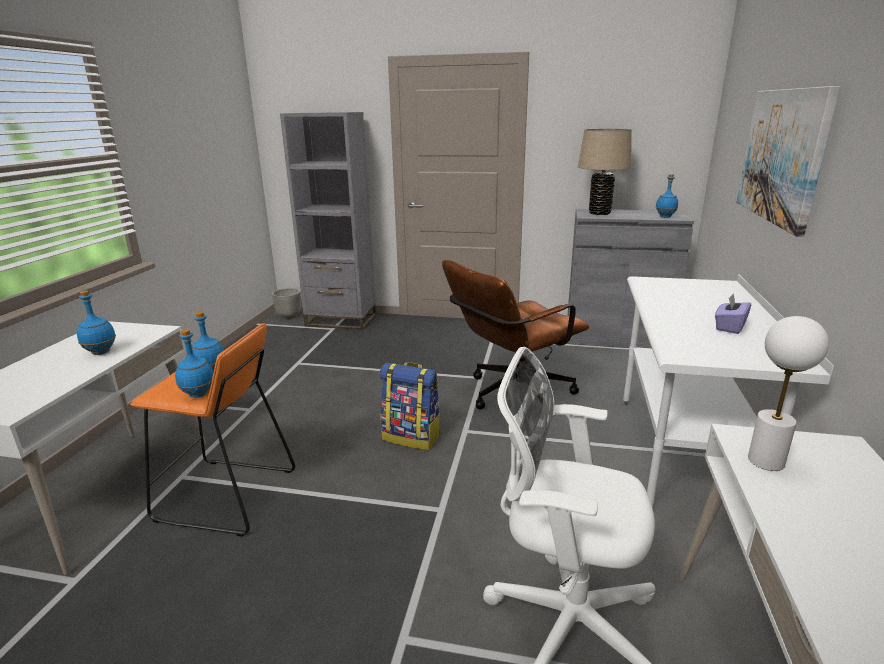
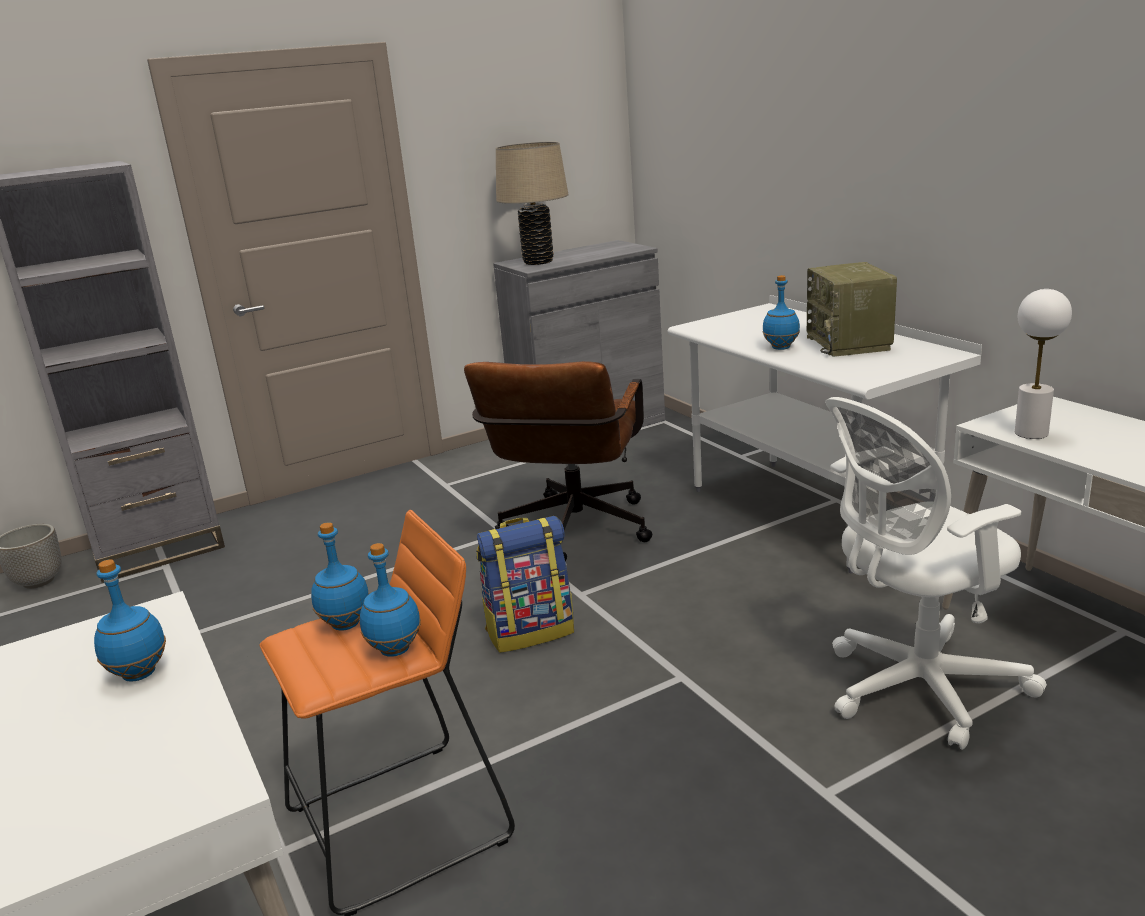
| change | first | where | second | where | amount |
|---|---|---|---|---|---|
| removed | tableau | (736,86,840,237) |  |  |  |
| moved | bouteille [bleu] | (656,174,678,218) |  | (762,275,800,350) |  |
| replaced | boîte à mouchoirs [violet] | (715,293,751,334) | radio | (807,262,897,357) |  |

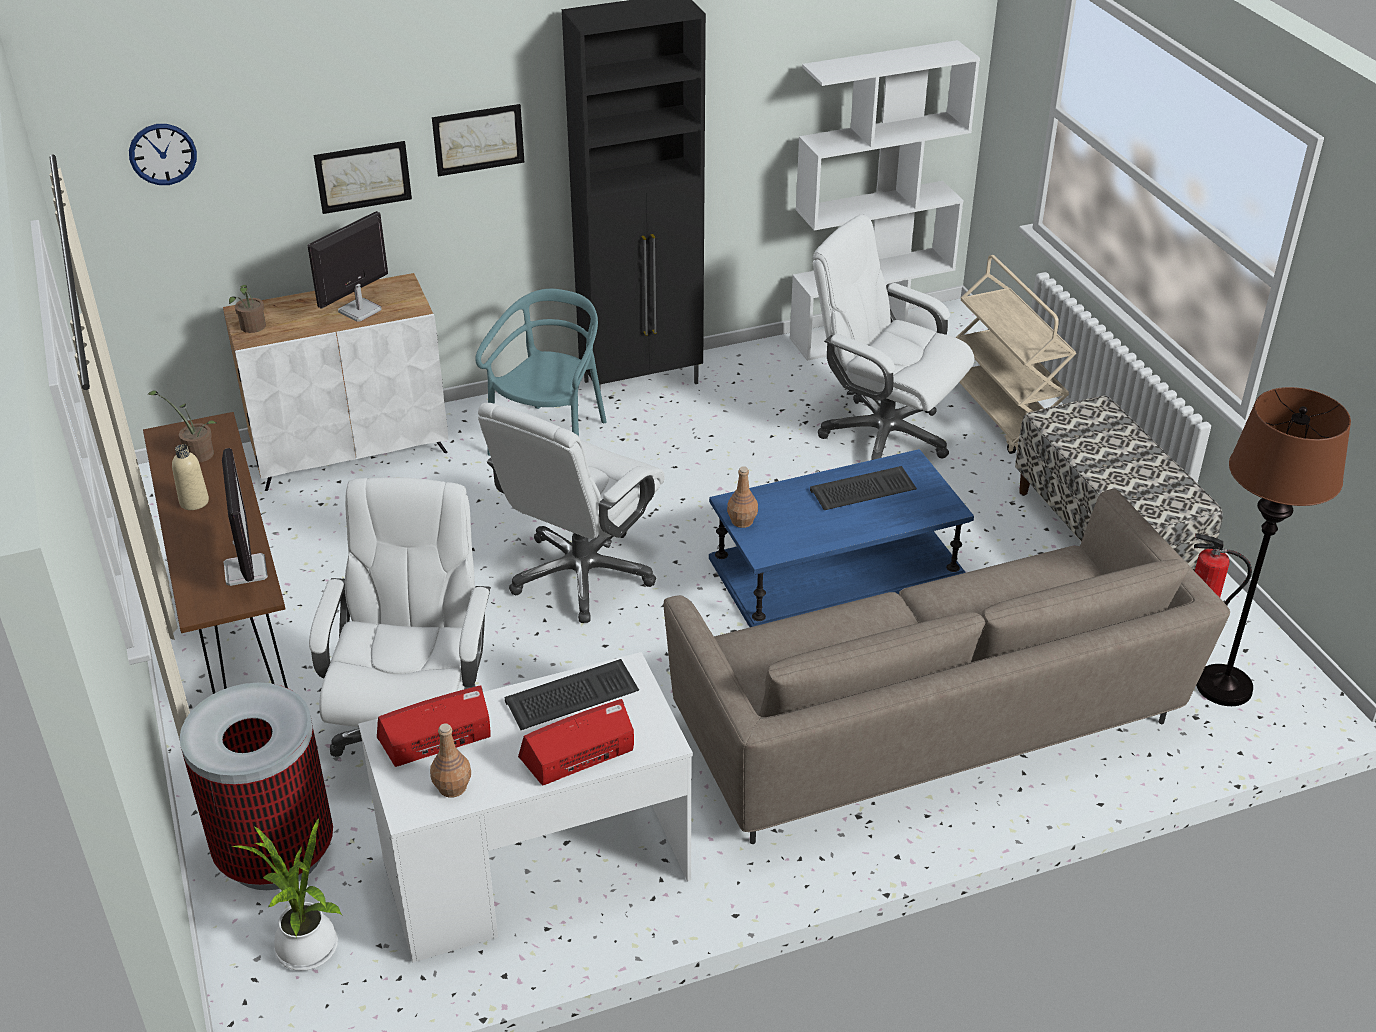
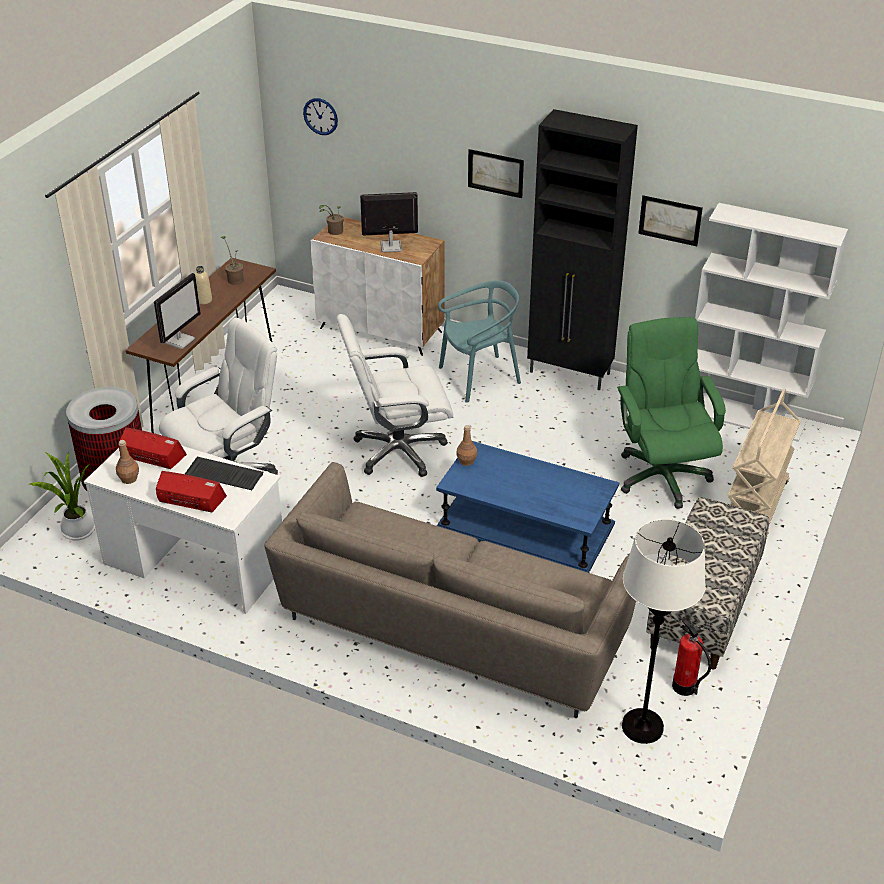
| change | first | where | second | where | amount |
|---|---|---|---|---|---|
| moved | tableau | (314,141,412,214) |  | (638,195,703,246) |  |
| recoloured | chaise de bureau [blanc] | (813,215,975,460) | chaise de bureau [vert] | (617,317,726,509) |  |
| recoloured | lampadaire [marron] | (1196,387,1351,706) | lampadaire [blanc] | (622,519,706,744) |  |
| removed | clavier | (810,466,917,510) |  |  |  |

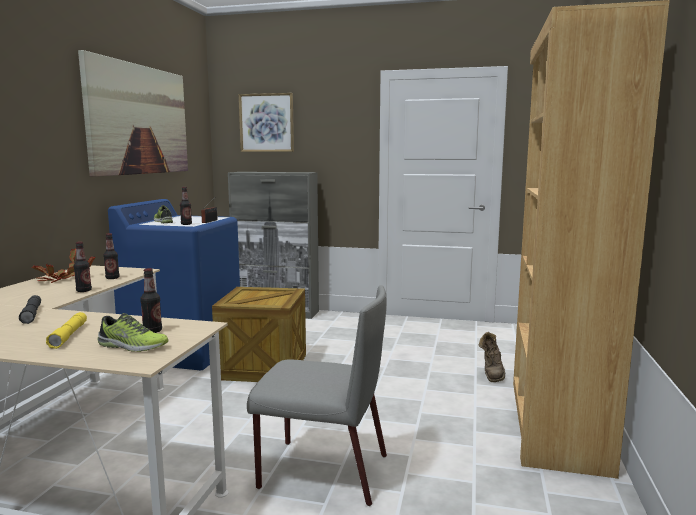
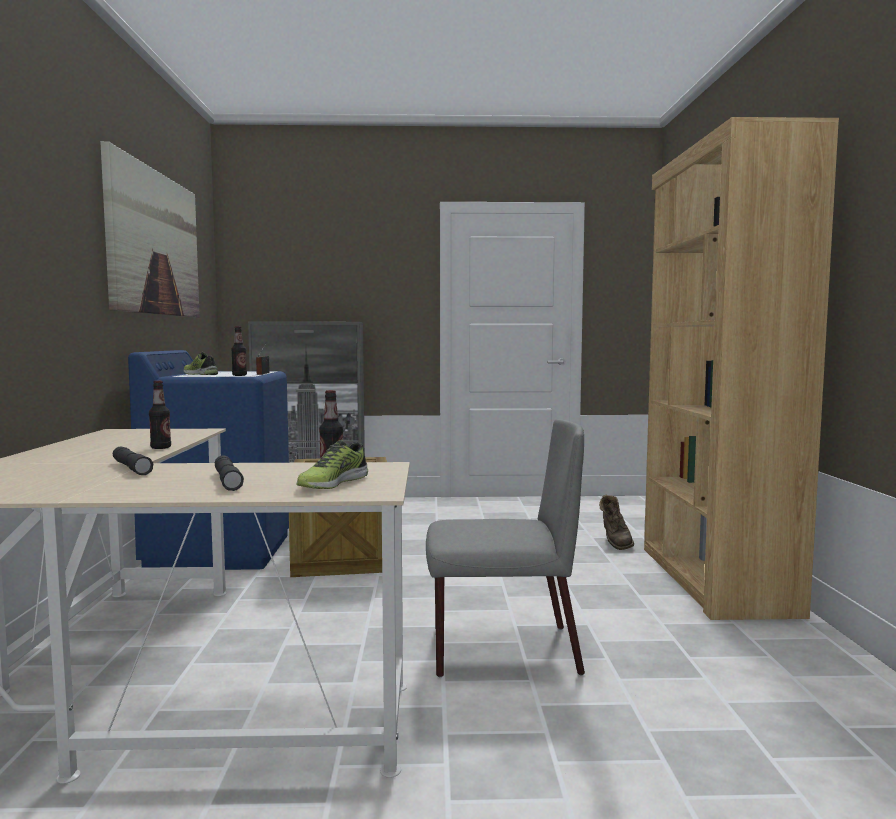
| change | first | where | second | where | amount |
|---|---|---|---|---|---|
| removed | tableau | (238,93,294,152) |  |  |  |
| removed | bouteille | (103,234,120,279) |  |  |  |
| removed | plante en pot | (32,249,95,283) |  |  |  |
| recoloured | lampe de poche [jaune] | (46,312,87,349) | lampe de poche [gris] | (215,455,244,491) |  |
| turned | chaussure | (97,313,169,352) |  | (296,440,368,489) | 120 degrees clockwise |

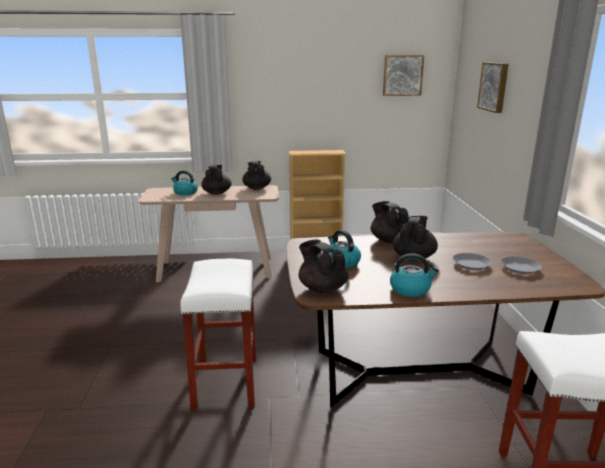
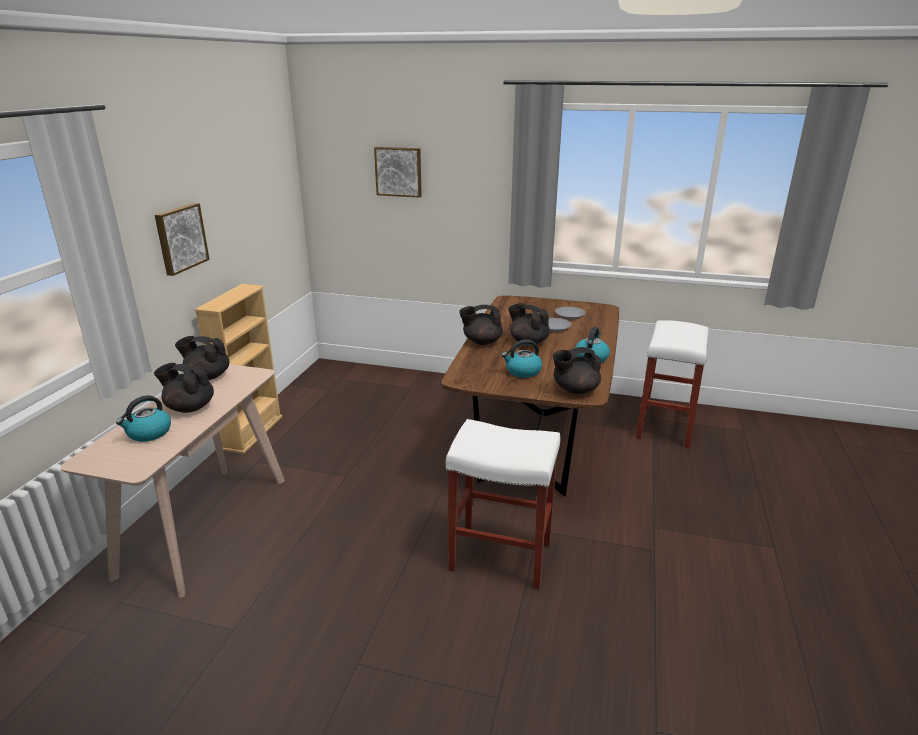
| change | first | where | second | where | amount |
|---|---|---|---|---|---|
| moved | tableau | (383,55,424,96) |  | (155,203,210,276) |  |

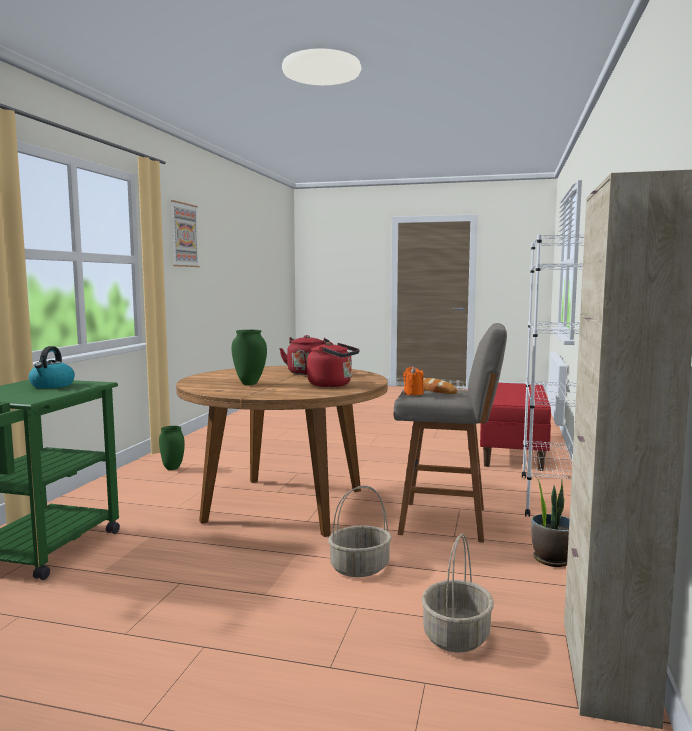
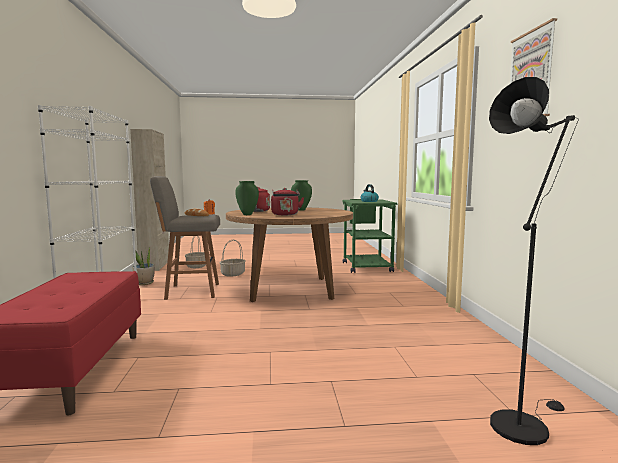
| change | first | where | second | where | amount |
|---|---|---|---|---|---|
| moved | vase [vert] | (159,426,185,470) |  | (236,181,259,215) |  |
| added |  |  | lampadaire [noir] | (489,77,579,445) |  |

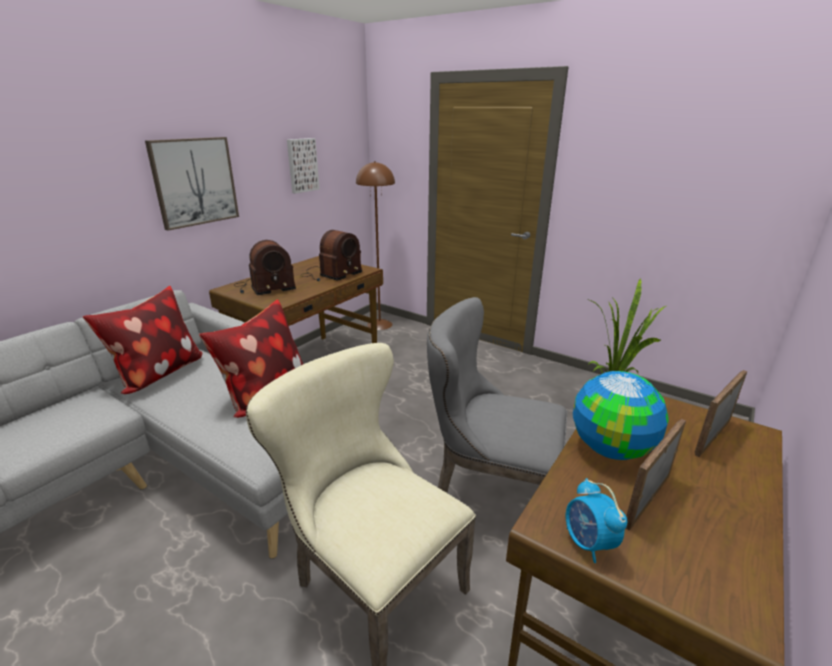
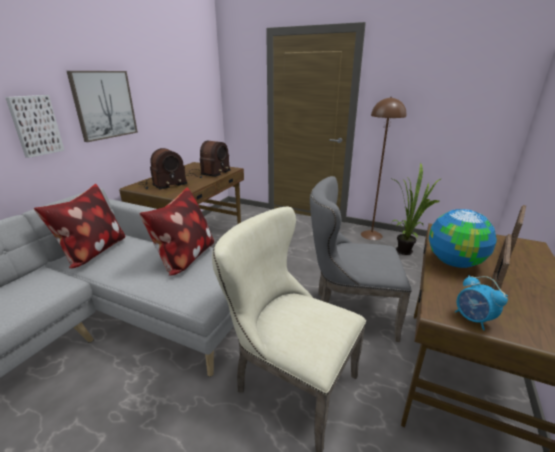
| change | first | where | second | where | amount |
|---|---|---|---|---|---|
| moved | tableau | (287,138,320,194) |  | (5,95,65,158) |  |
| moved | lampadaire [marron] | (356,161,395,330) |  | (361,97,406,240) |  |

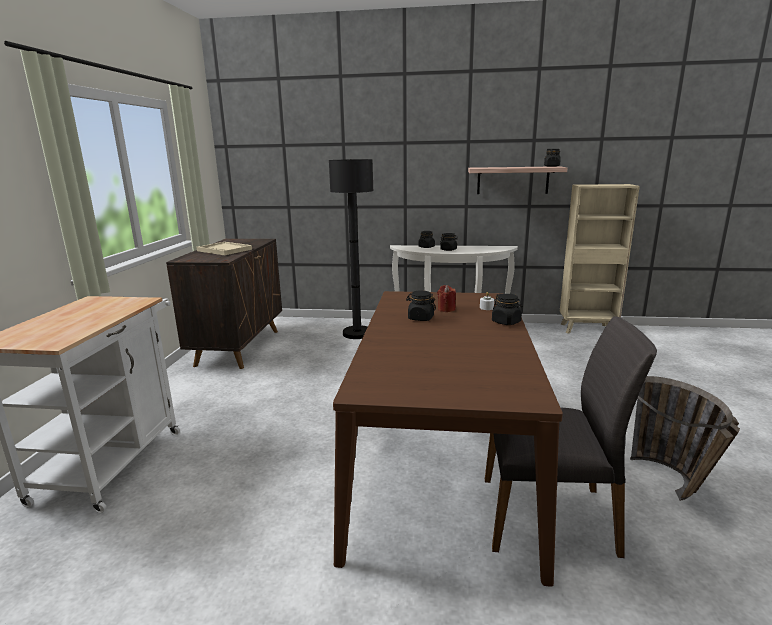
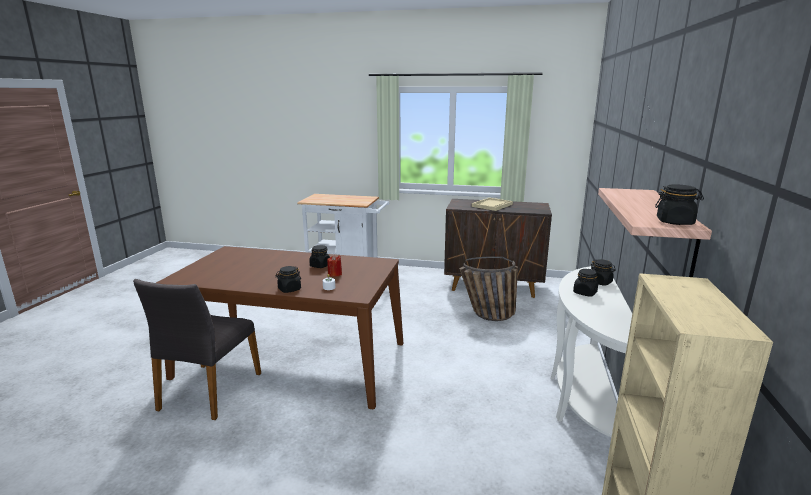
| change | first | where | second | where | amount |
|---|---|---|---|---|---|
| removed | lampadaire [noir] | (329,159,373,339) |  |  |  |
| moved | panier | (630,376,740,501) |  | (459,256,518,321) |  |

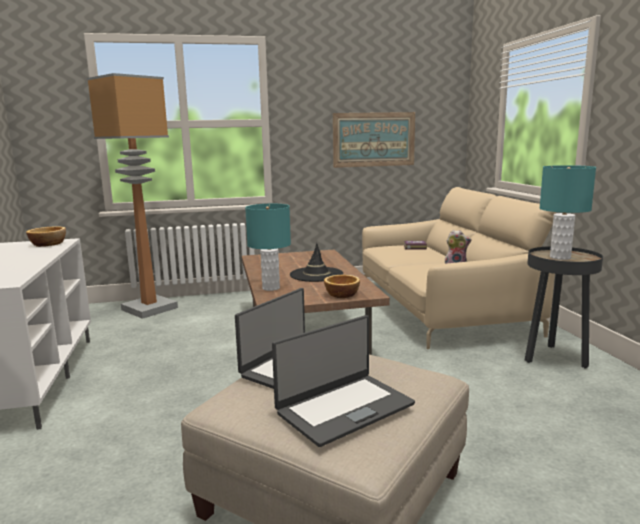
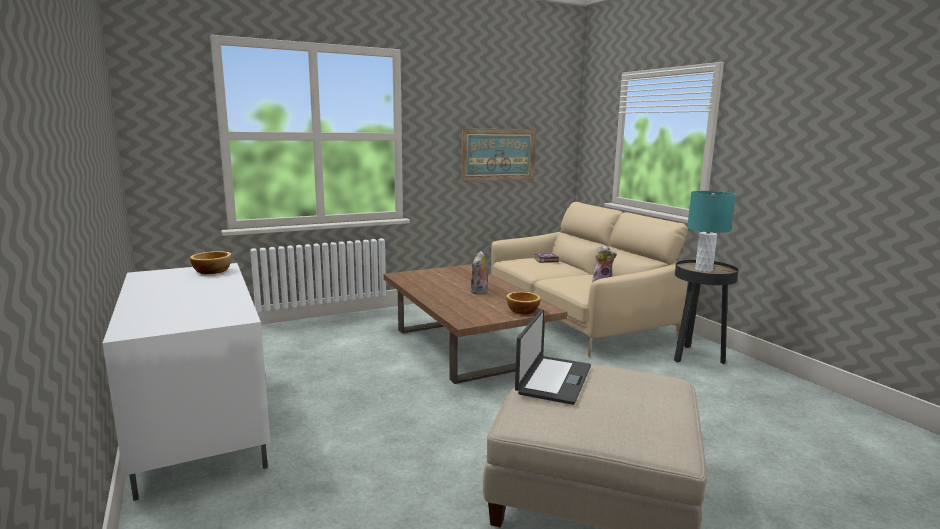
| change | first | where | second | where | amount |
|---|---|---|---|---|---|
| removed | lampadaire | (87,73,178,319) |  |  |  |
| removed | lampe de table [turquoise] | (245,204,291,291) |  |  |  |
| replaced | chapeau [noir] | (290,243,343,282) | peluche | (471,251,489,294) |  |
| removed | ordinateur portable | (272,315,415,447) |  |  |  |

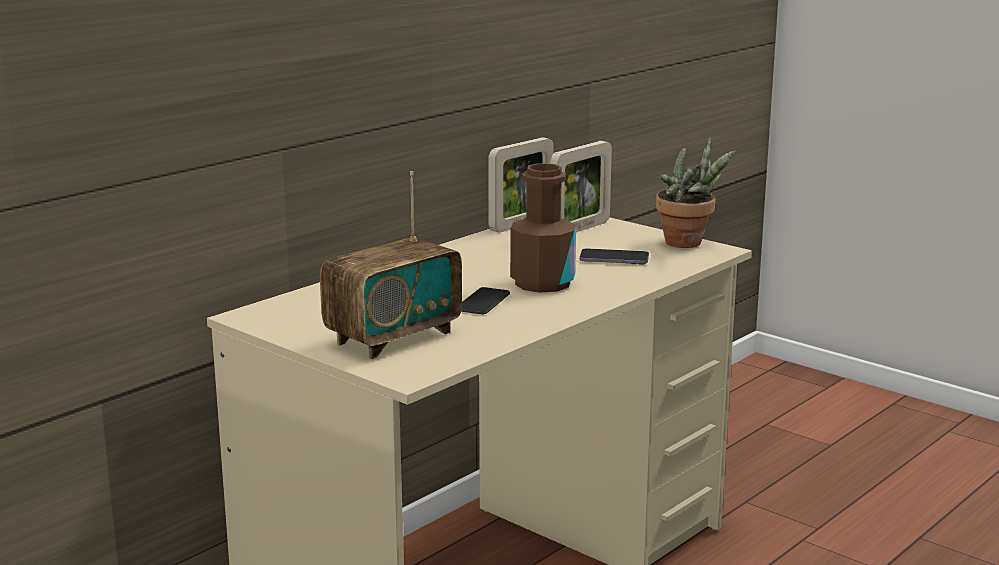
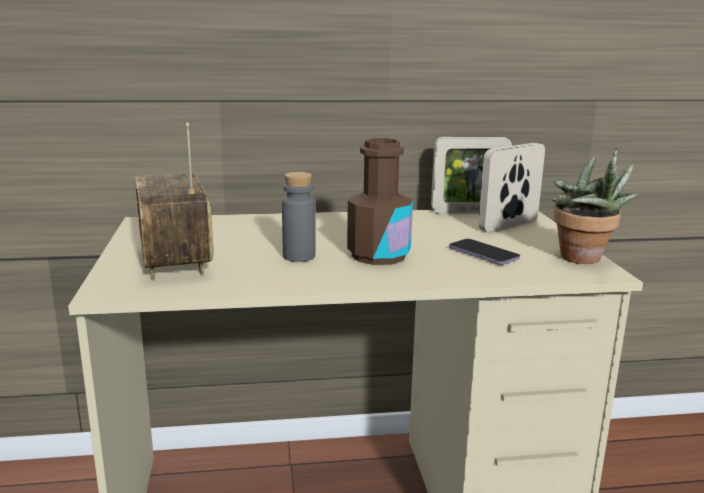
| change | first | where | second | where | amount |
|---|---|---|---|---|---|
| turned | cadre photo | (550,141,612,232) |  | (478,143,545,232) | 150 degrees clockwise |
| turned | radio | (320,171,462,359) |  | (135,122,214,281) | 75 degrees clockwise |
| replaced | téléphone | (461,287,510,314) | bouteille [gris] | (282,172,315,262) |  |

